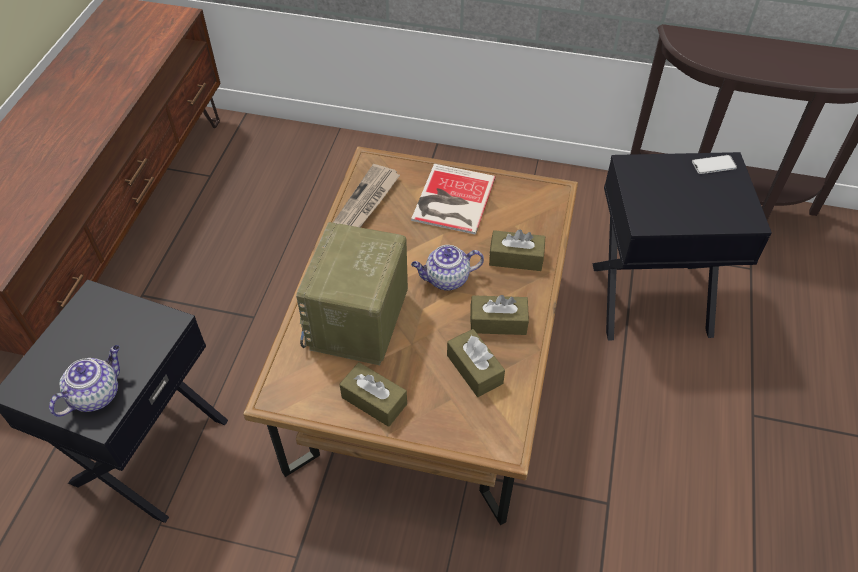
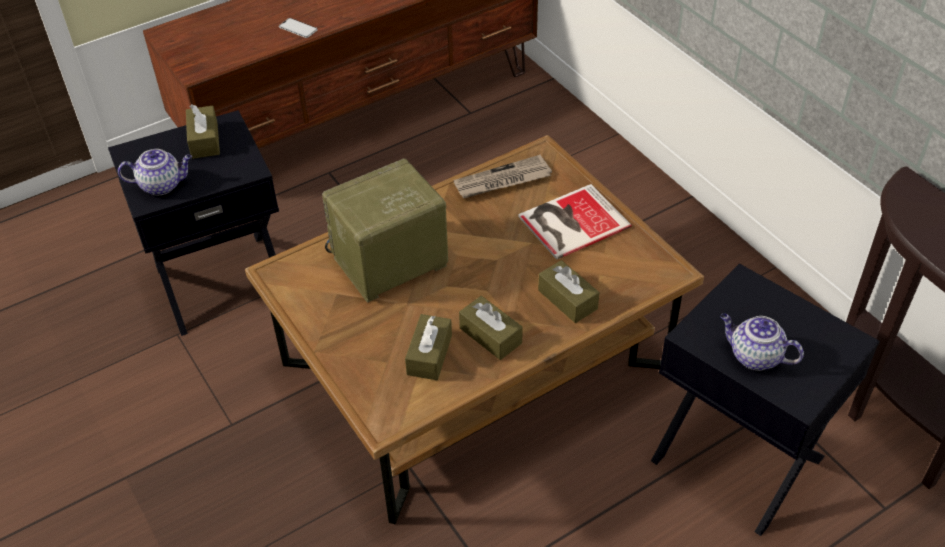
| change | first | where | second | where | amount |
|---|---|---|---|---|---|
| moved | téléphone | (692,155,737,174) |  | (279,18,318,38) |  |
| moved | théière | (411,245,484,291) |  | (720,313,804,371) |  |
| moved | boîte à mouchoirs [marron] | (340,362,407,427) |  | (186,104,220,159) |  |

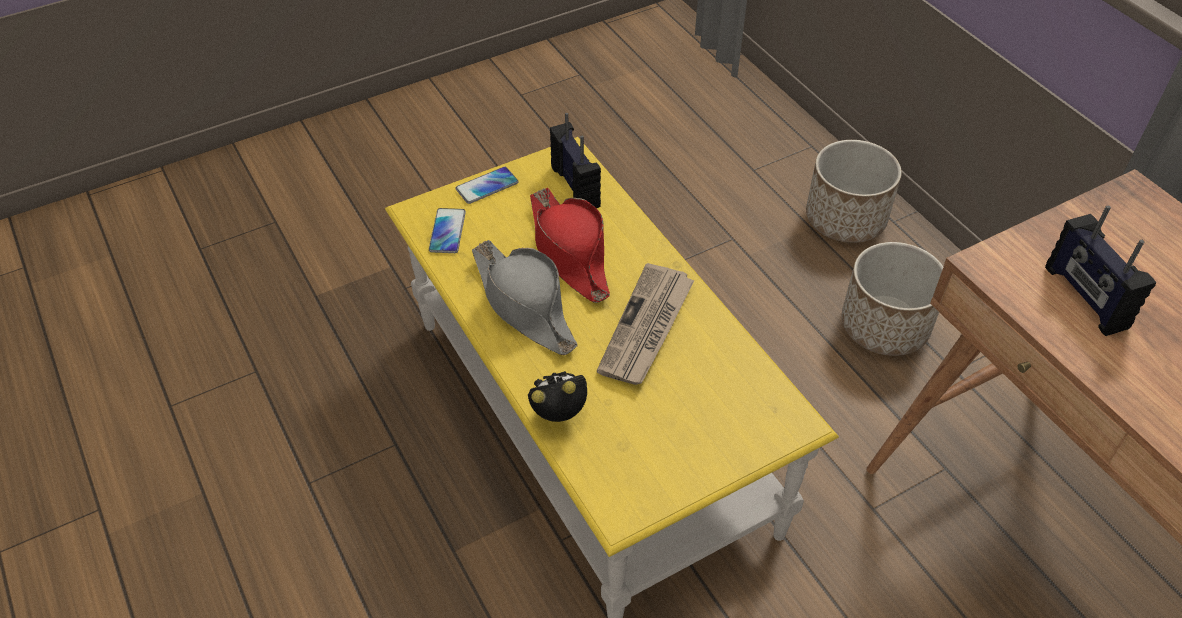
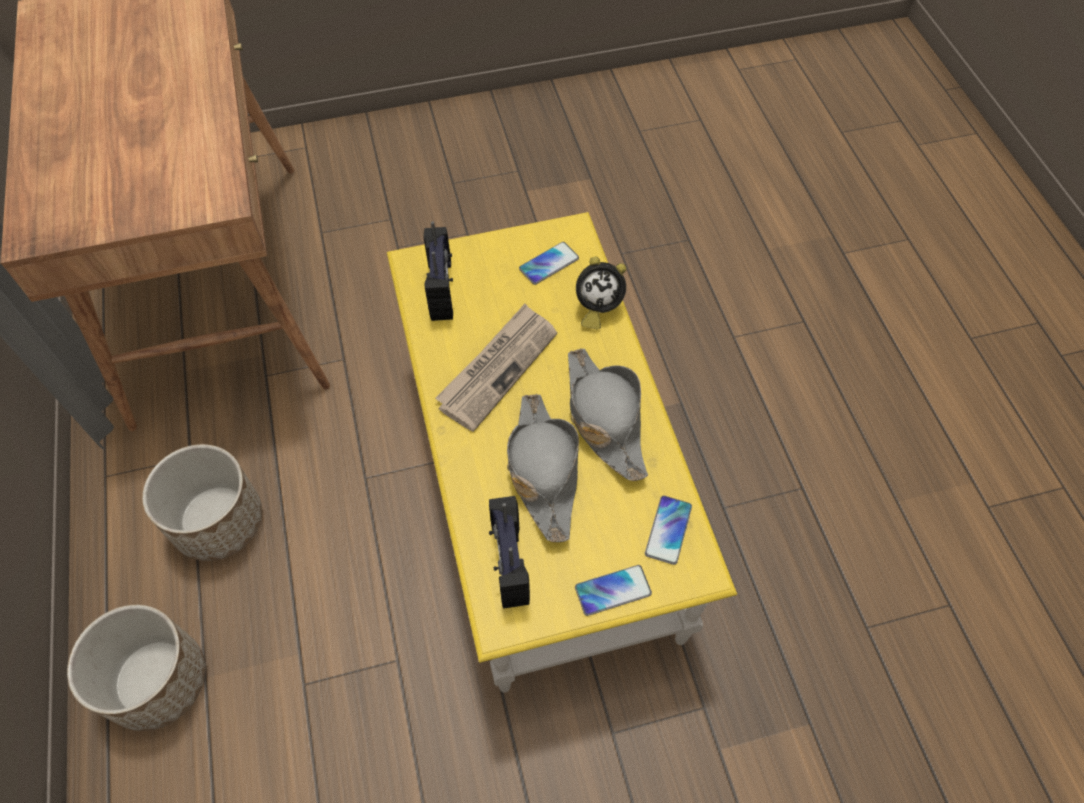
| change | first | where | second | where | amount |
|---|---|---|---|---|---|
| recoloured | chapeau [rouge] | (530,188,610,303) | chapeau [gris] | (507,394,579,542) |  |
| moved | radio | (1045,205,1156,336) |  | (424,222,453,321) |  |
| added |  |  | téléphone | (519,242,579,285) |  |

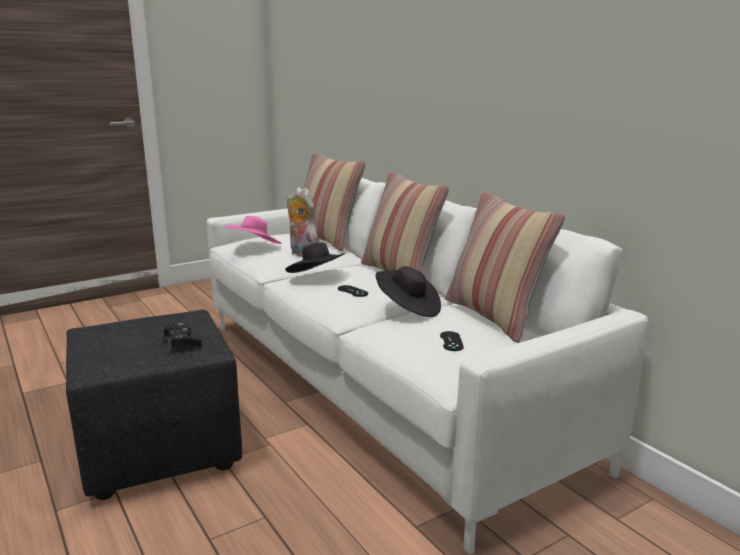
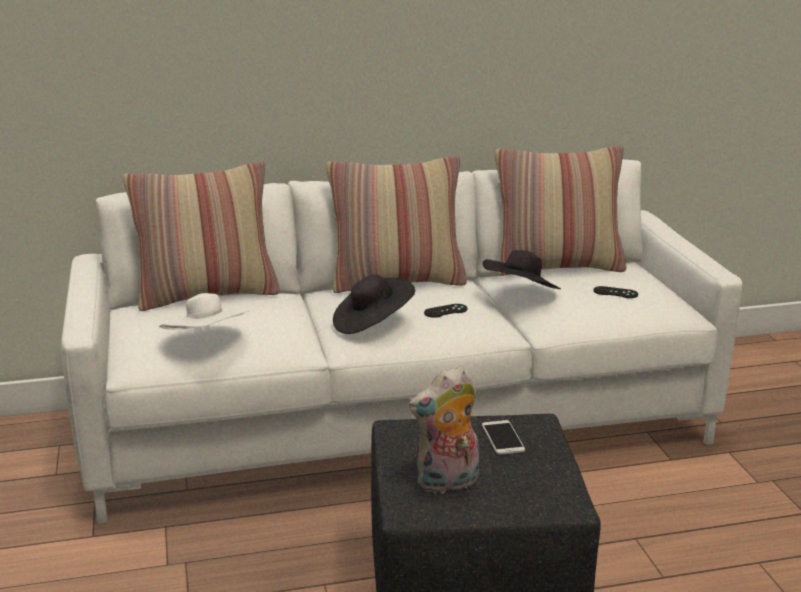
| change | first | where | second | where | amount |
|---|---|---|---|---|---|
| moved | peluche | (287,187,319,257) |  | (409,366,479,494) |  |
| recoloured | chapeau [rose] | (225,216,281,244) | chapeau [blanc] | (159,293,249,330) |  |
| replaced | manette [noir] | (160,323,202,351) | téléphone | (482,420,525,455) |  |

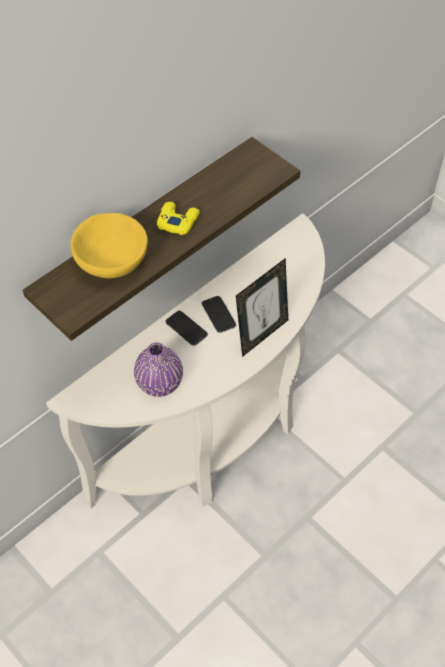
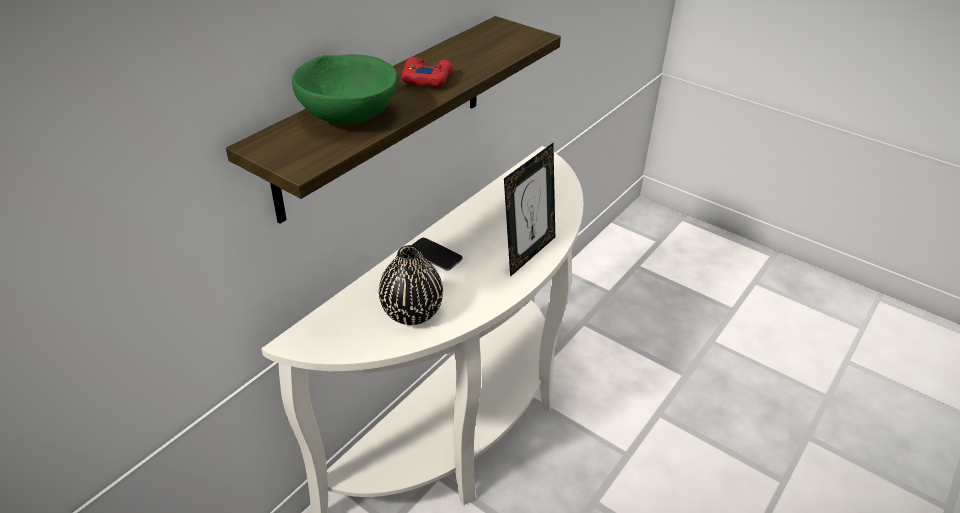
| change | first | where | second | where | amount |
|---|---|---|---|---|---|
| recoloured | manette [jaune] | (157,202,200,235) | manette [rouge] | (402,57,453,87) |  |
| recoloured | bol [jaune] | (71,213,148,278) | bol [vert] | (292,54,397,125) |  |
| removed | téléphone | (201,296,236,333) |  |  |  |
| recoloured | vase [violet] | (134,342,183,397) | vase [noir] | (379,245,443,325) |  |

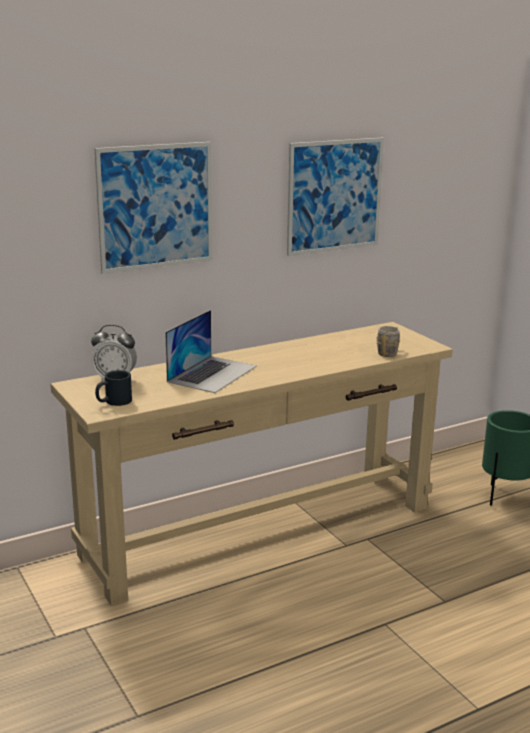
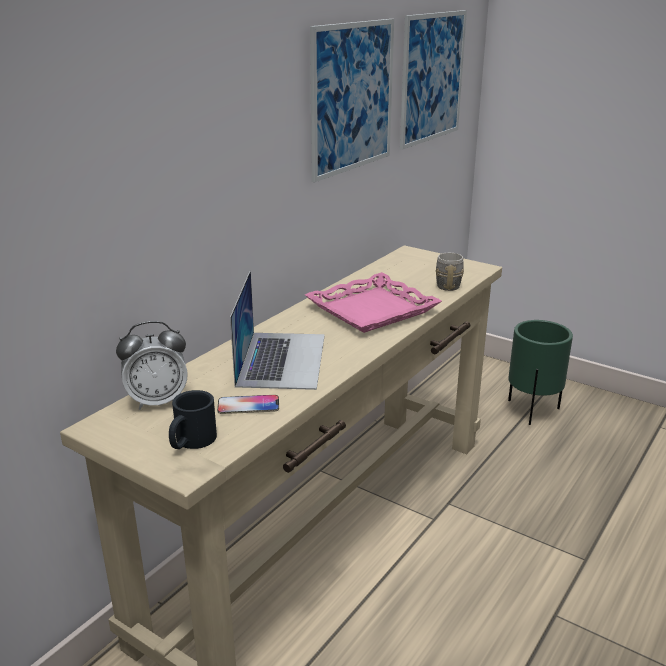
| change | first | where | second | where | amount |
|---|---|---|---|---|---|
| moved | tableau | (95,142,212,274) |  | (400,10,467,150) |  |
| added |  |  | plateau [rose] | (305,272,442,333) |  |
| added |  |  | téléphone | (217,395,279,414) |  |

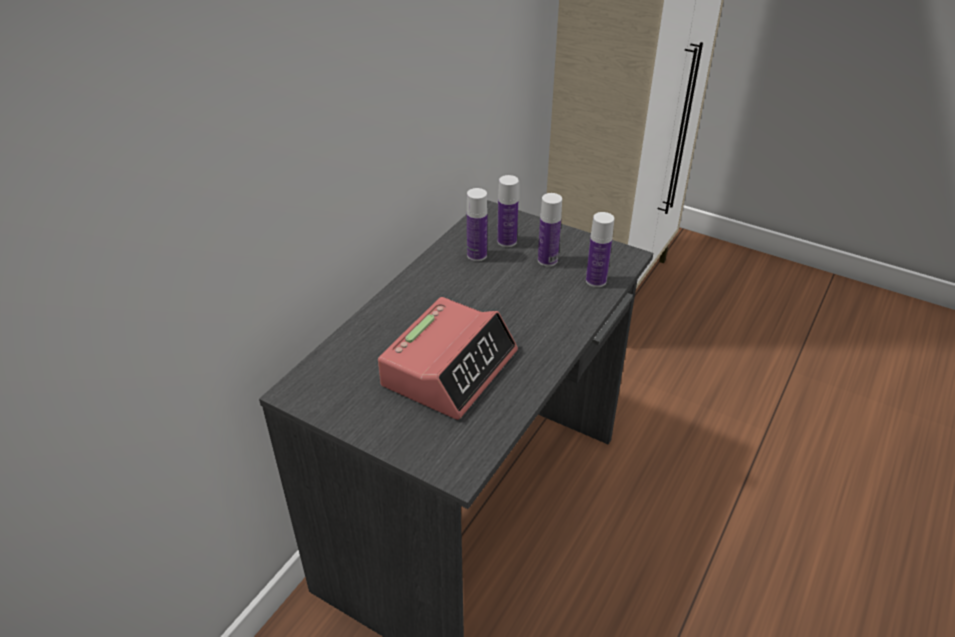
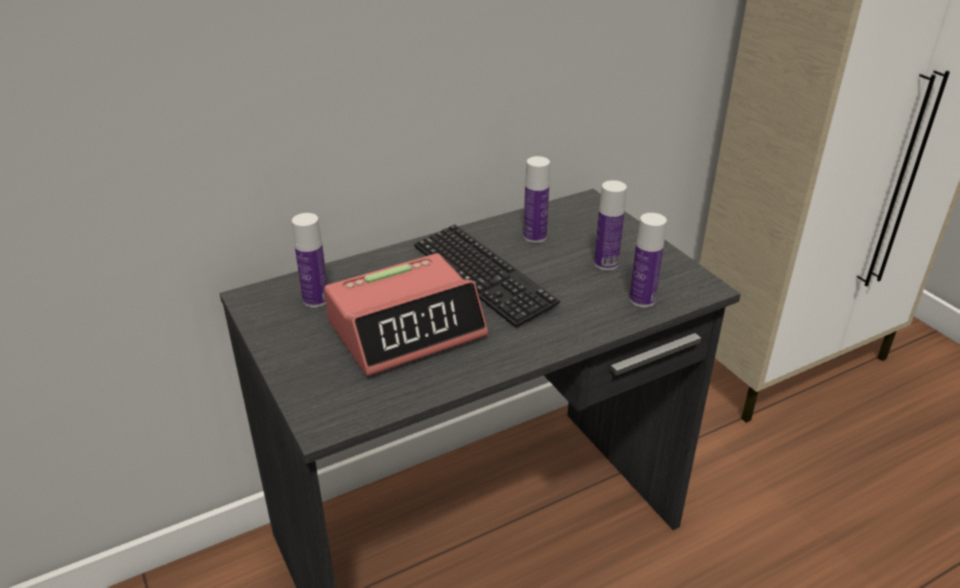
| change | first | where | second | where | amount |
|---|---|---|---|---|---|
| moved | bouteille | (497,175,519,247) |  | (292,213,327,308) |  |
| added |  |  | clavier | (414,225,560,328) |  |

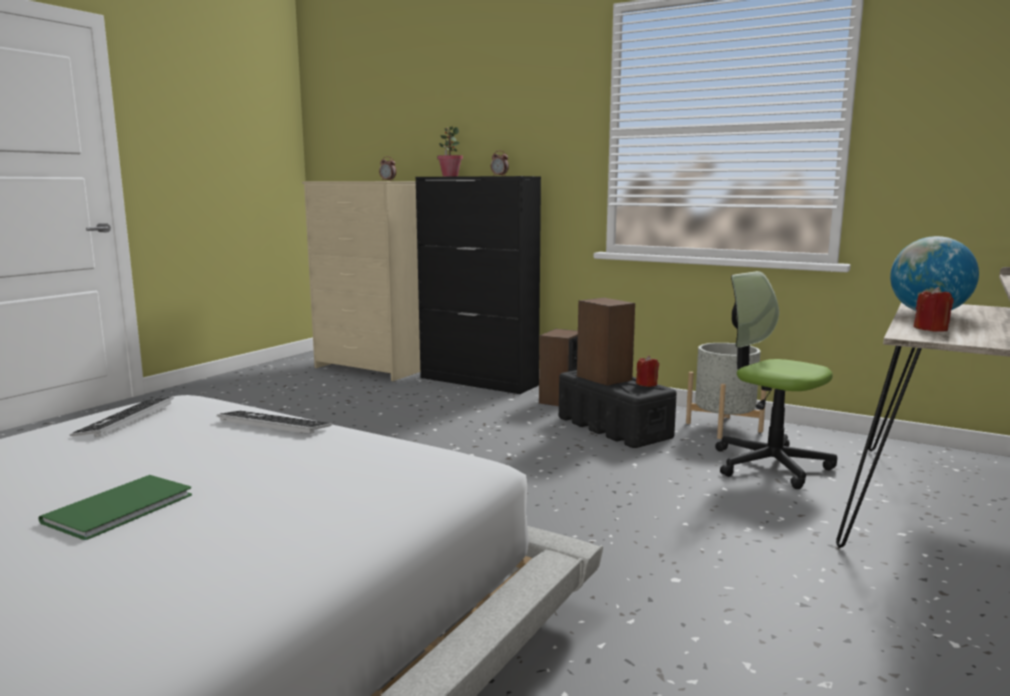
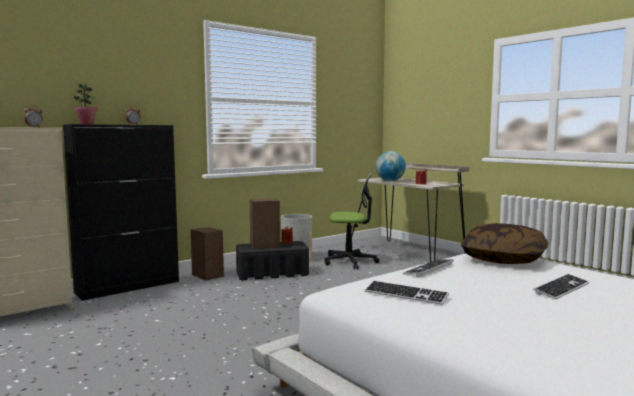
| change | first | where | second | where | amount |
|---|---|---|---|---|---|
| turned | chaise de bureau | (715,271,837,489) |  | (324,172,379,269) | 150 degrees counterclockwise |
| replaced | livre [vert] | (38,475,192,540) | clavier | (533,274,589,299) |  |
| added |  |  | coussin | (461,223,548,264) |  |

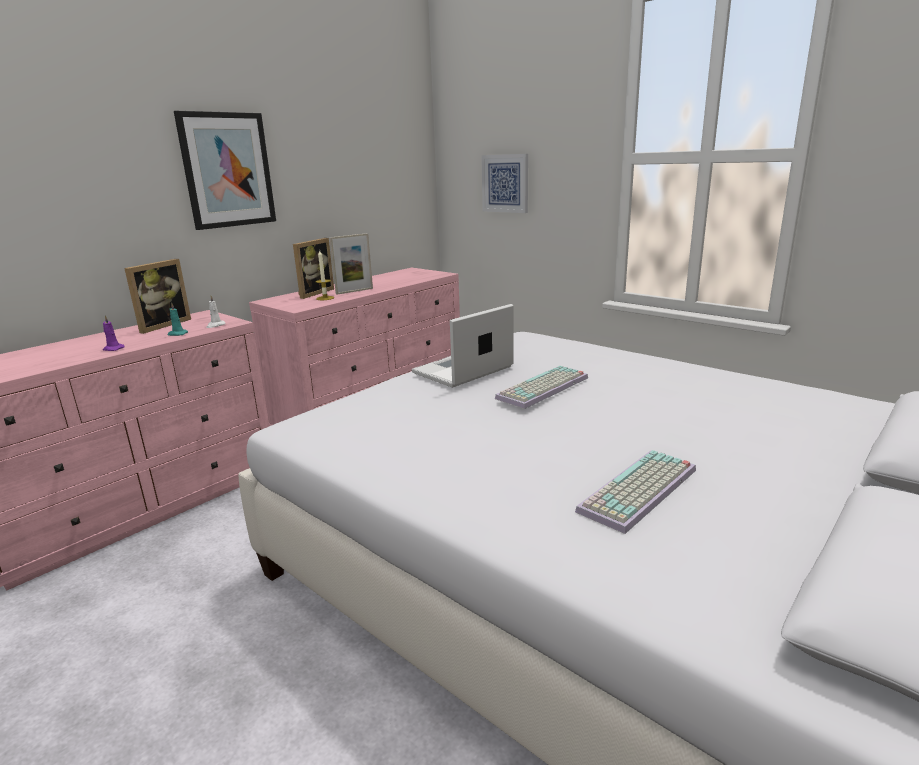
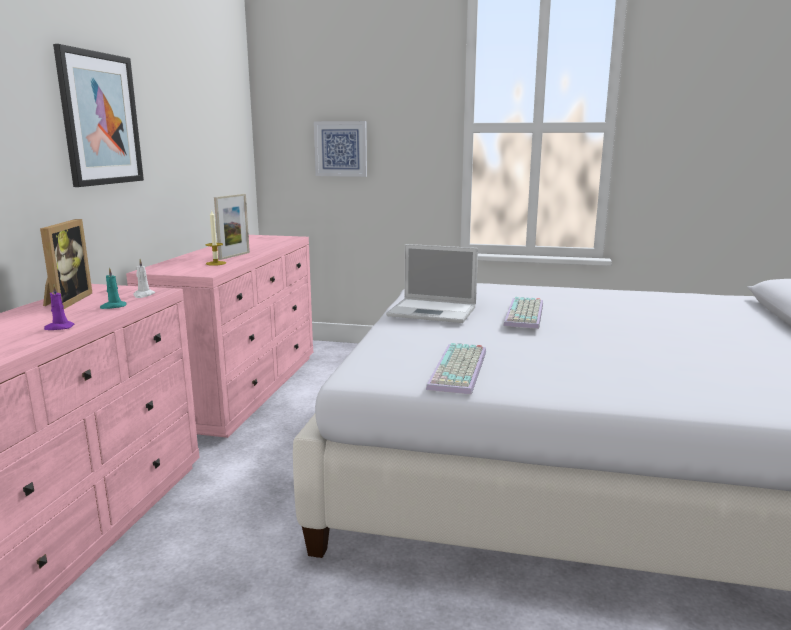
| change | first | where | second | where | amount |
|---|---|---|---|---|---|
| removed | cadre photo | (293,238,334,299) |  |  |  |
| turned | ordinateur portable | (412,304,514,388) |  | (386,244,478,323) | 90 degrees counterclockwise |
| moved | clavier | (575,450,696,534) |  | (426,343,486,395) |  |

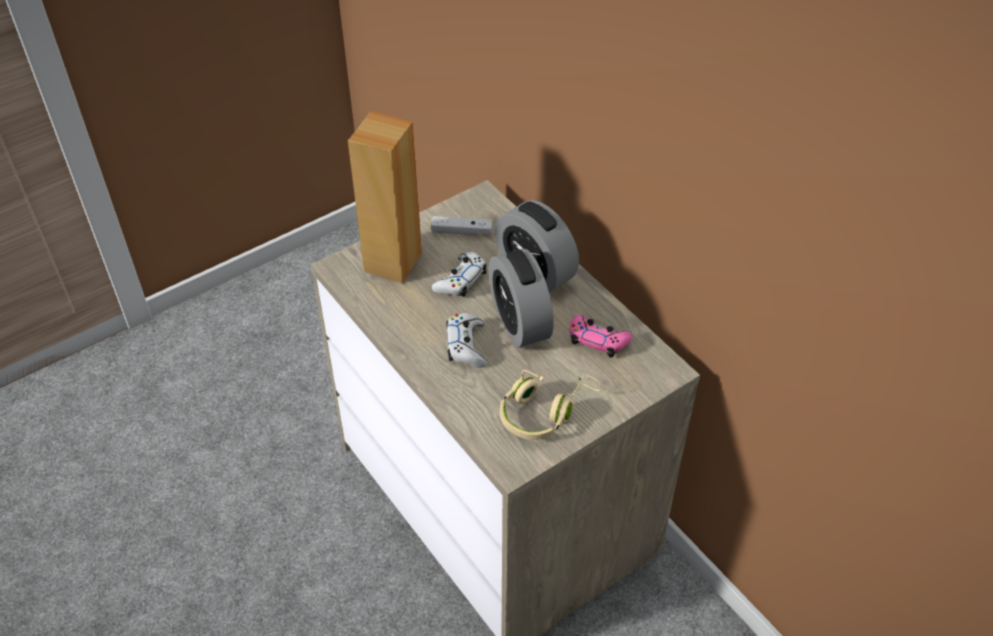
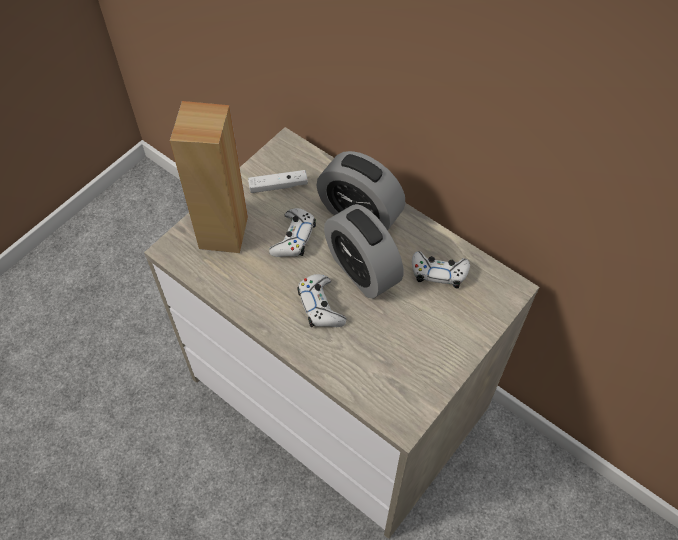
| change | first | where | second | where | amount |
|---|---|---|---|---|---|
| recoloured | manette [rose] | (570,315,632,358) | manette [blanc] | (412,251,470,289) |  |
| removed | casque audio [beige] | (500,370,601,440) |  |  |  |

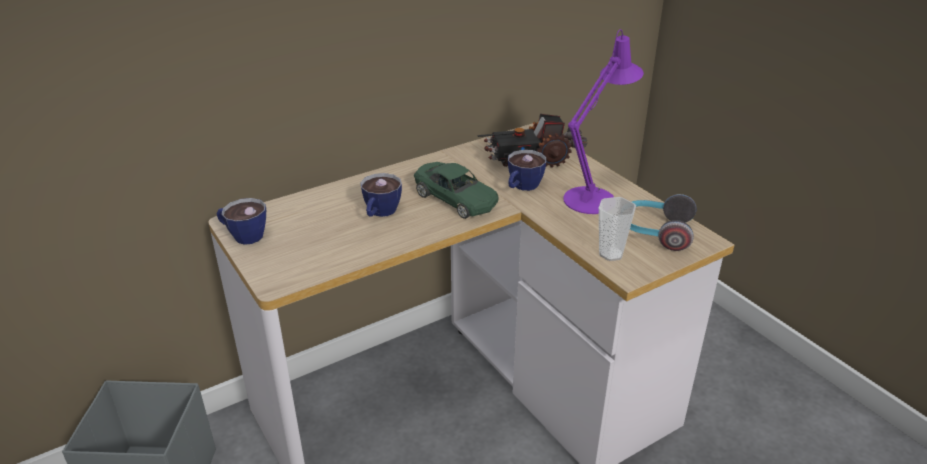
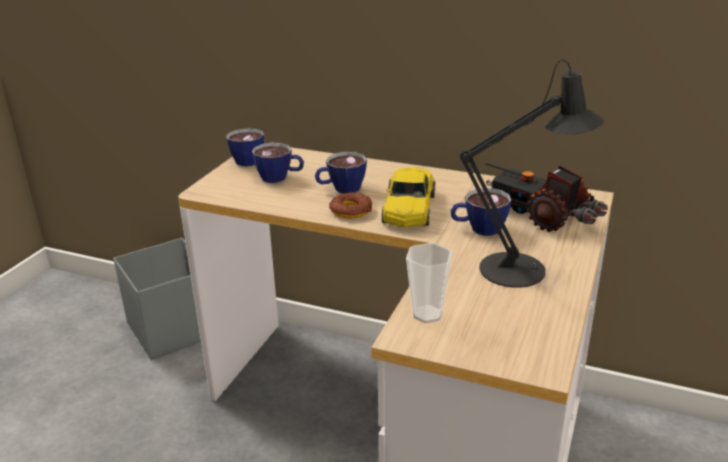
| change | first | where | second | where | amount |
|---|---|---|---|---|---|
| recoloured | lampe de table [violet] | (563,29,644,214) | lampe de table [noir] | (460,60,604,288) |  |
| recoloured | petite voiture [vert] | (413,162,499,219) | petite voiture [jaune] | (382,167,435,227) |  |
| removed | casque audio | (630,194,697,251) |  |  |  |
| added |  |  | tasse | (252,143,304,183) |  |
| added |  |  | beignet | (329,192,372,219) |  |

